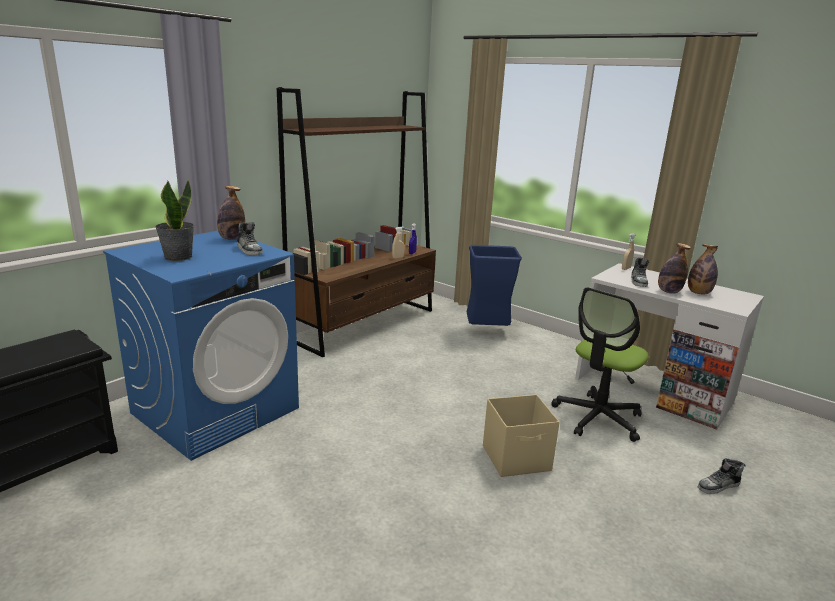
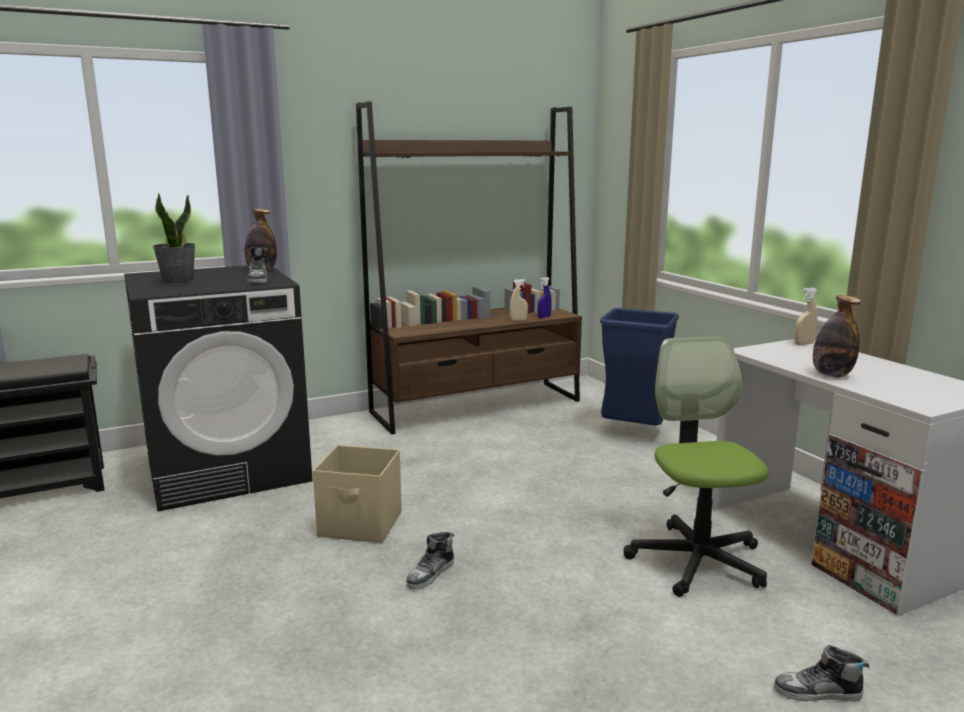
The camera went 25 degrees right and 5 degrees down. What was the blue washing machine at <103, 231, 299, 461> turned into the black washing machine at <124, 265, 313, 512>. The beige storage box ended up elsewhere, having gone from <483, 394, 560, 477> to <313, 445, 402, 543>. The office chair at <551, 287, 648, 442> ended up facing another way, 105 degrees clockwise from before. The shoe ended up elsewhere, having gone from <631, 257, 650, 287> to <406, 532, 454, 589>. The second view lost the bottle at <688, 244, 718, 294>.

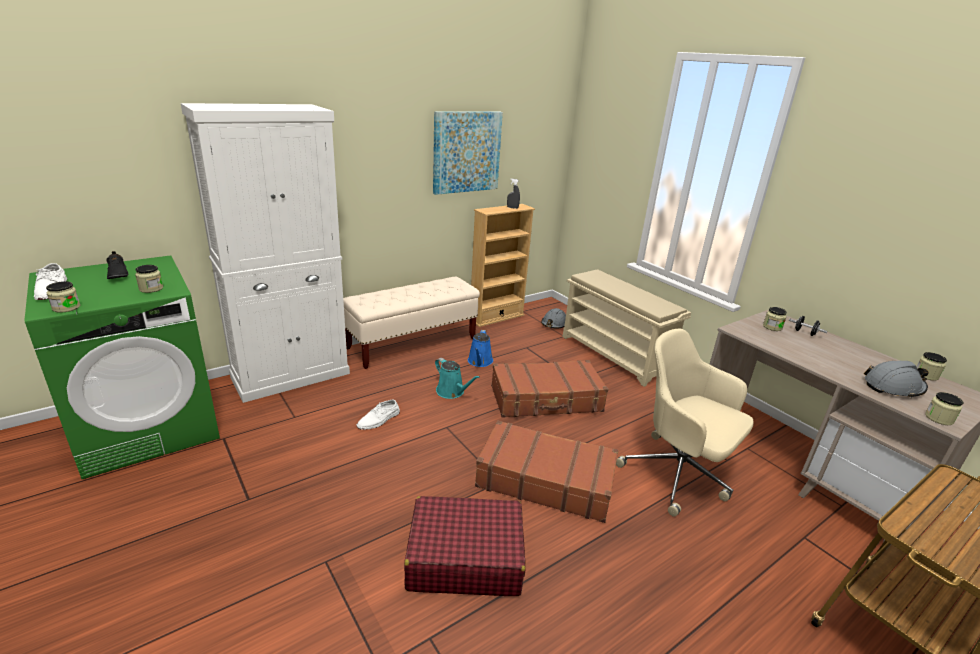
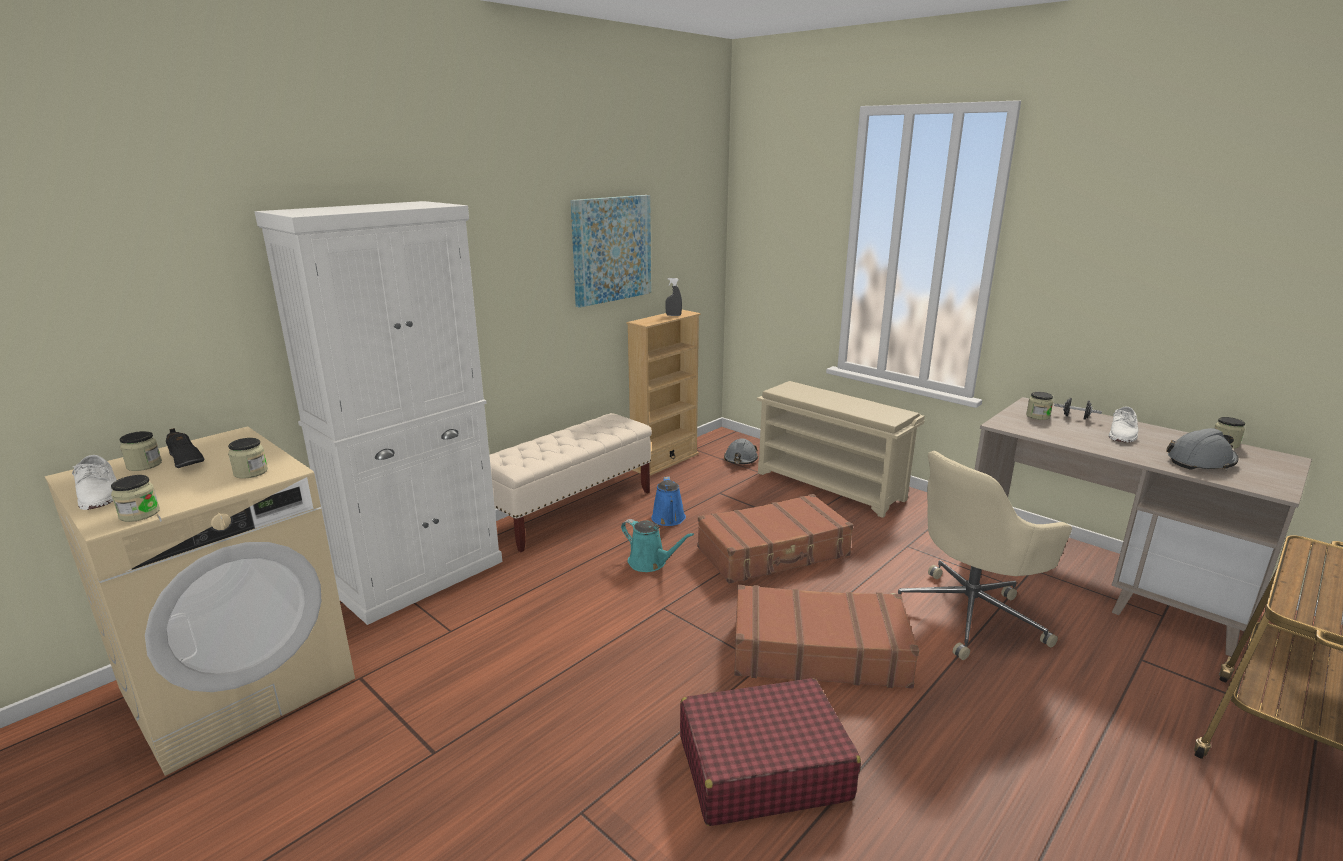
The camera went 10 degrees left and 5 degrees down. What was the green washing machine at <24, 255, 220, 479> turned into the beige washing machine at <45, 426, 355, 776>. The white shoe ended up elsewhere, having gone from <357, 400, 400, 430> to <1109, 407, 1138, 443>. The beige office chair at <616, 329, 753, 517> ended up facing another way, 60 degrees counterclockwise from before. The jar ended up elsewhere, having gone from <925, 392, 964, 425> to <119, 431, 162, 471>.

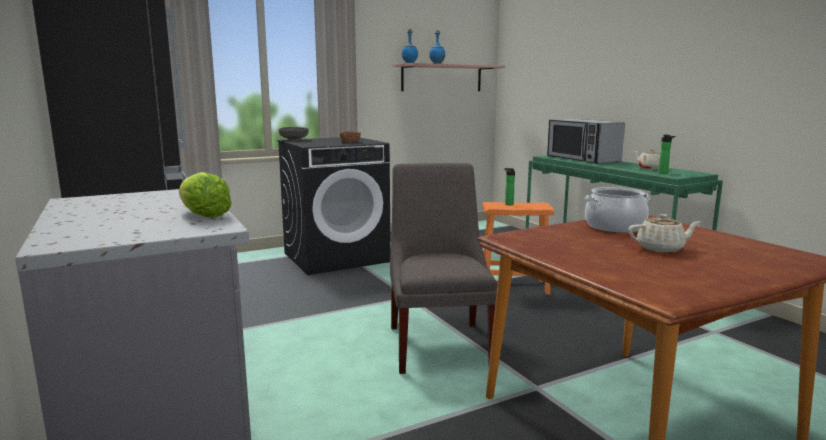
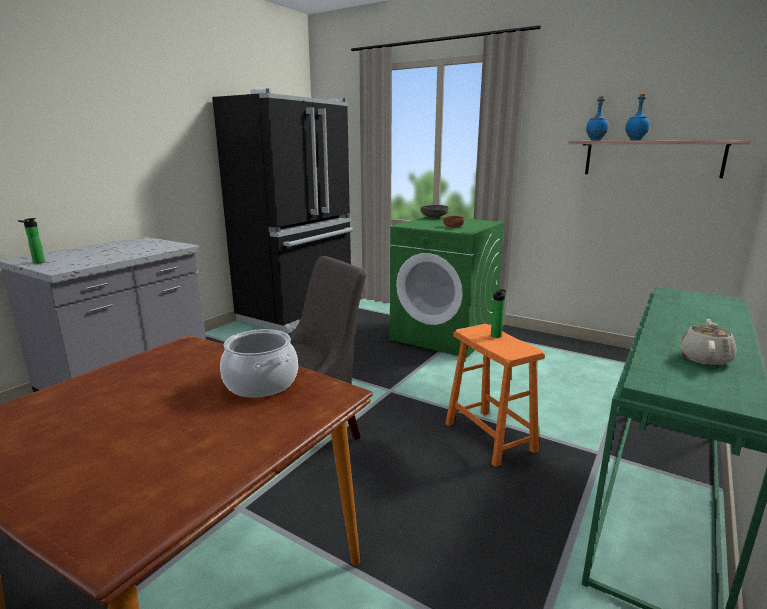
The camera went 60 degrees right and 5 degrees up. The second view lost the lettuce at <179, 172, 232, 218>. What was the black washing machine at <278, 137, 391, 275> turned into the green washing machine at <390, 216, 505, 358>. The second view lost the microwave at <547, 119, 625, 164>. The second view lost the beige teapot at <628, 214, 702, 253>. The bottle ended up elsewhere, having gone from <658, 134, 675, 174> to <18, 218, 45, 264>.

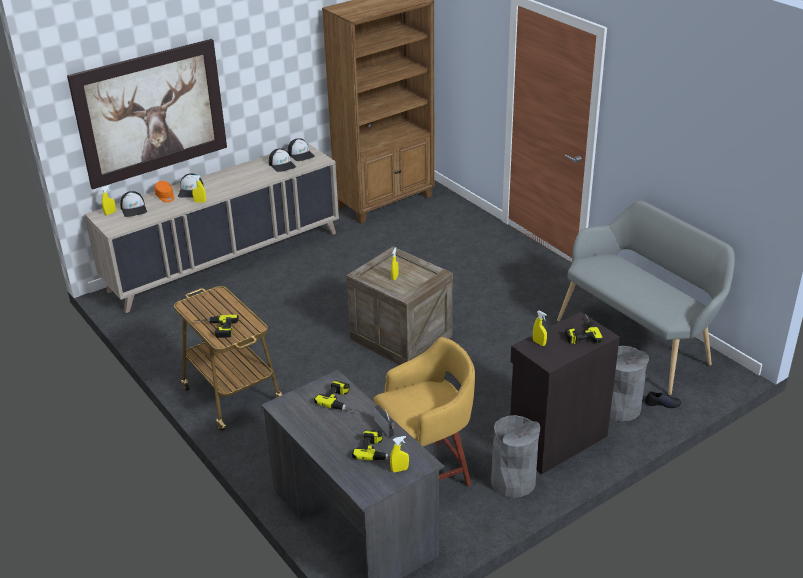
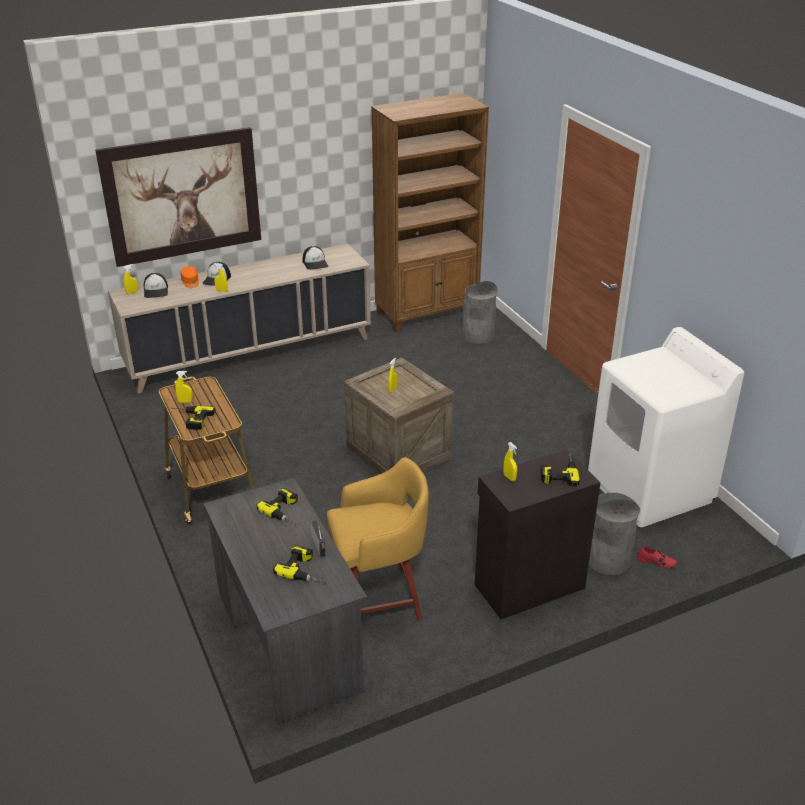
The camera went 10 degrees right and 0 degrees up. The second view lost the cap at <288, 138, 315, 161>. The yellow spray bottle ended up elsewhere, having gone from <390, 436, 409, 472> to <175, 371, 193, 403>. The grey trash can ended up elsewhere, having gone from <491, 415, 540, 498> to <462, 281, 498, 344>. Where the grey bench stood at <557, 201, 735, 395>, the white washing machine came to stand at <588, 327, 744, 527>. What was the black shoe at <645, 391, 681, 408> turned into the red shoe at <637, 546, 677, 568>.

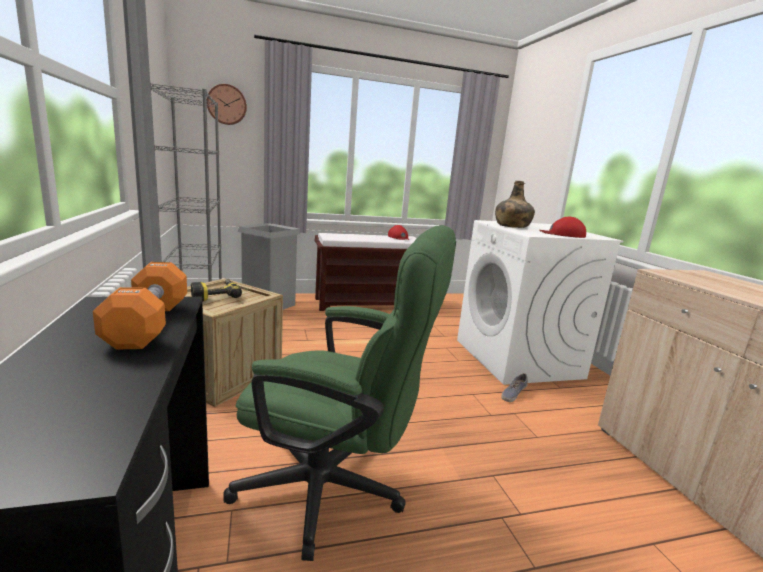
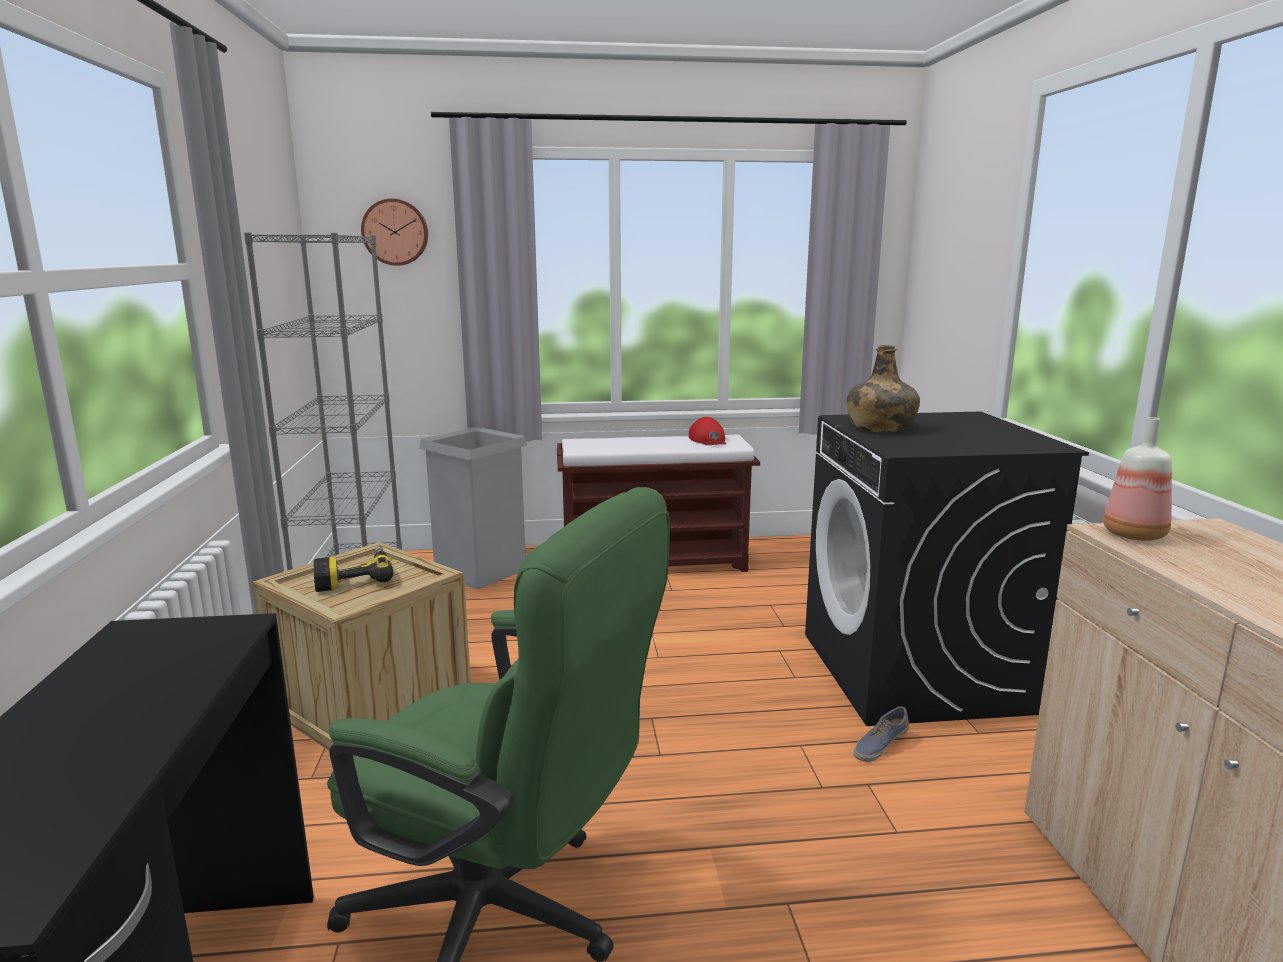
The camera went 10 degrees right and 0 degrees up. The second view lost the orange dumbbell at <93, 262, 187, 349>. What was the white washing machine at <457, 220, 623, 385> turned into the black washing machine at <805, 412, 1089, 726>. The second view lost the red cap at <539, 217, 586, 238>. The second view gained the bottle at <1103, 417, 1172, 541>.

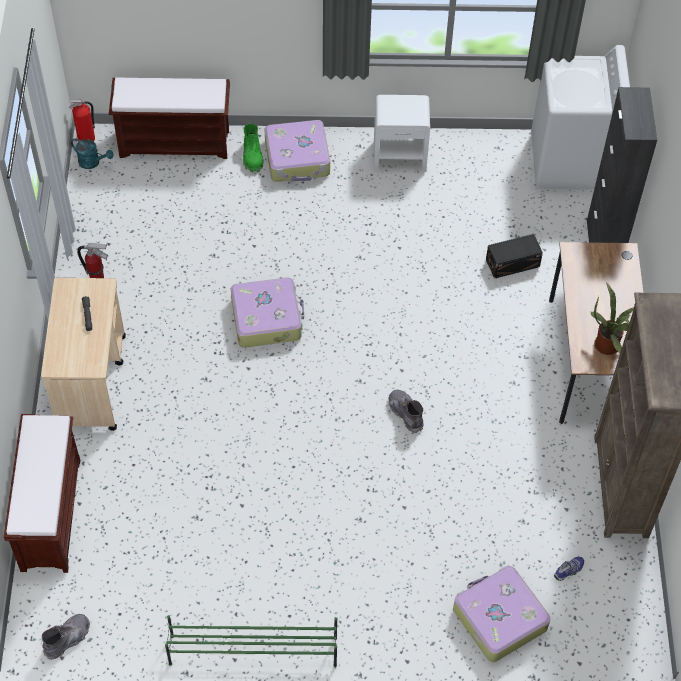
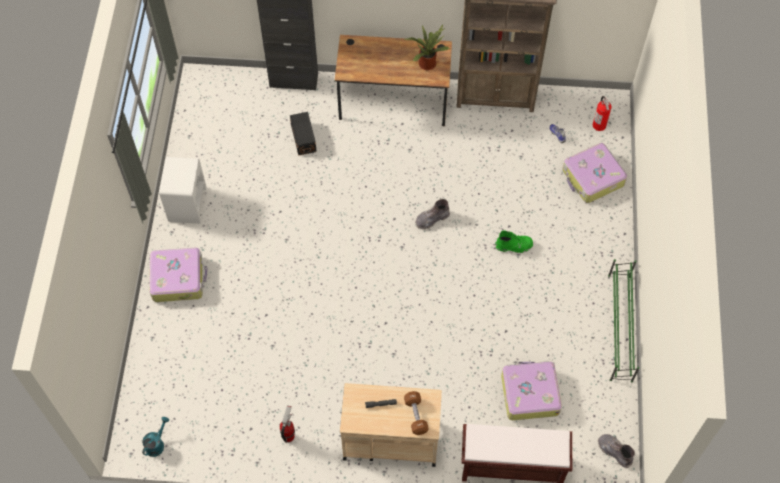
The camera went 85 degrees left and 5 degrees up. The fire extinguisher ended up elsewhere, having gone from <69, 99, 95, 142> to <593, 96, 612, 131>. The second view lost the brown bench at <109, 78, 230, 159>. The suitcase ended up elsewhere, having gone from <231, 277, 304, 348> to <501, 361, 562, 420>. The green boot ended up elsewhere, having gone from <243, 123, 264, 172> to <495, 231, 533, 253>. The second view lost the white washing machine at <531, 45, 630, 189>. The second view gained the brown dumbbell at <404, 391, 428, 435>.

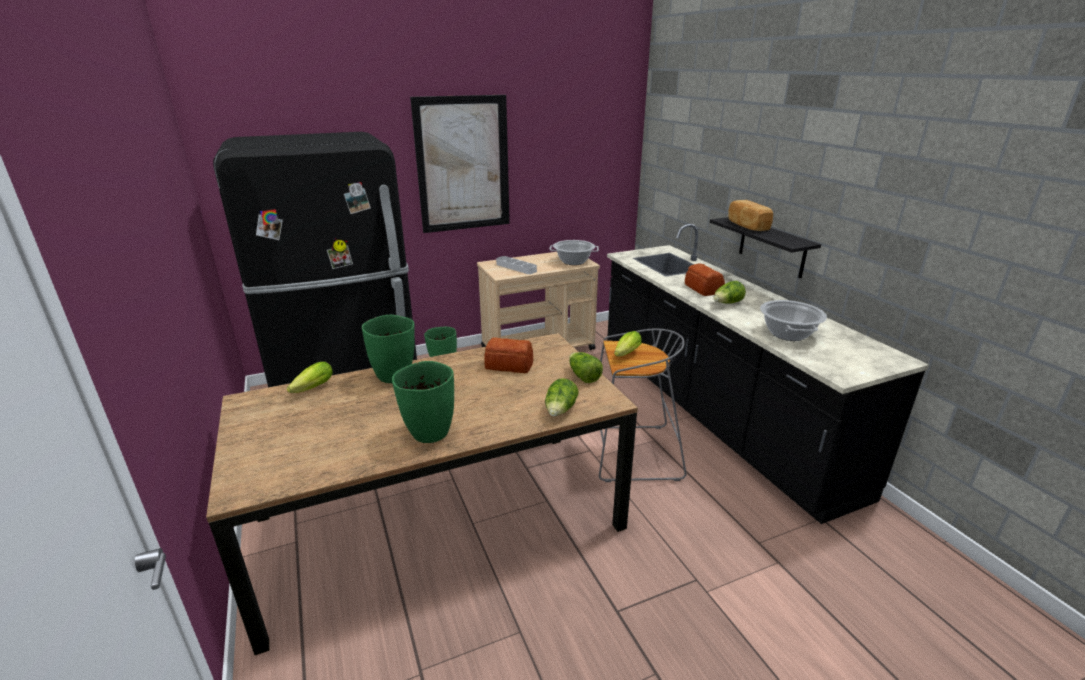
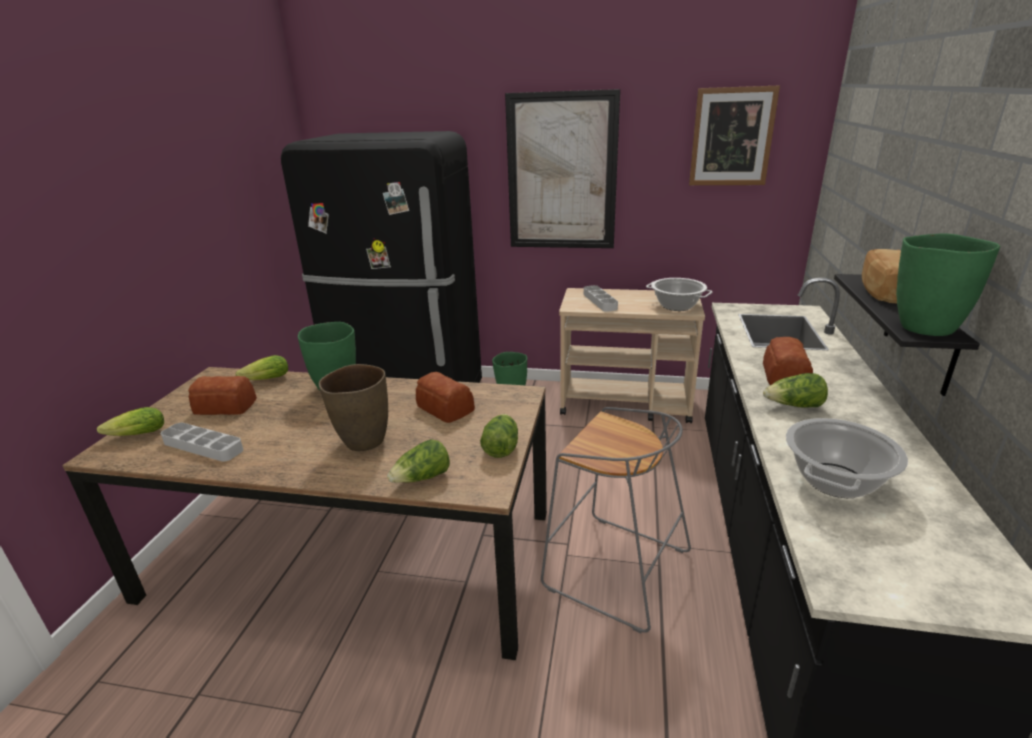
The camera went 35 degrees right and 0 degrees up. The green vase ended up elsewhere, having gone from <392, 361, 454, 443> to <896, 234, 1000, 336>. The lettuce ended up elsewhere, having gone from <614, 331, 642, 357> to <97, 407, 164, 436>. The second view gained the grey tray at <161, 423, 243, 462>. The second view gained the bread at <188, 376, 257, 415>. The second view gained the brown vase at <319, 364, 388, 451>. The second view gained the picture at <689, 86, 780, 185>.

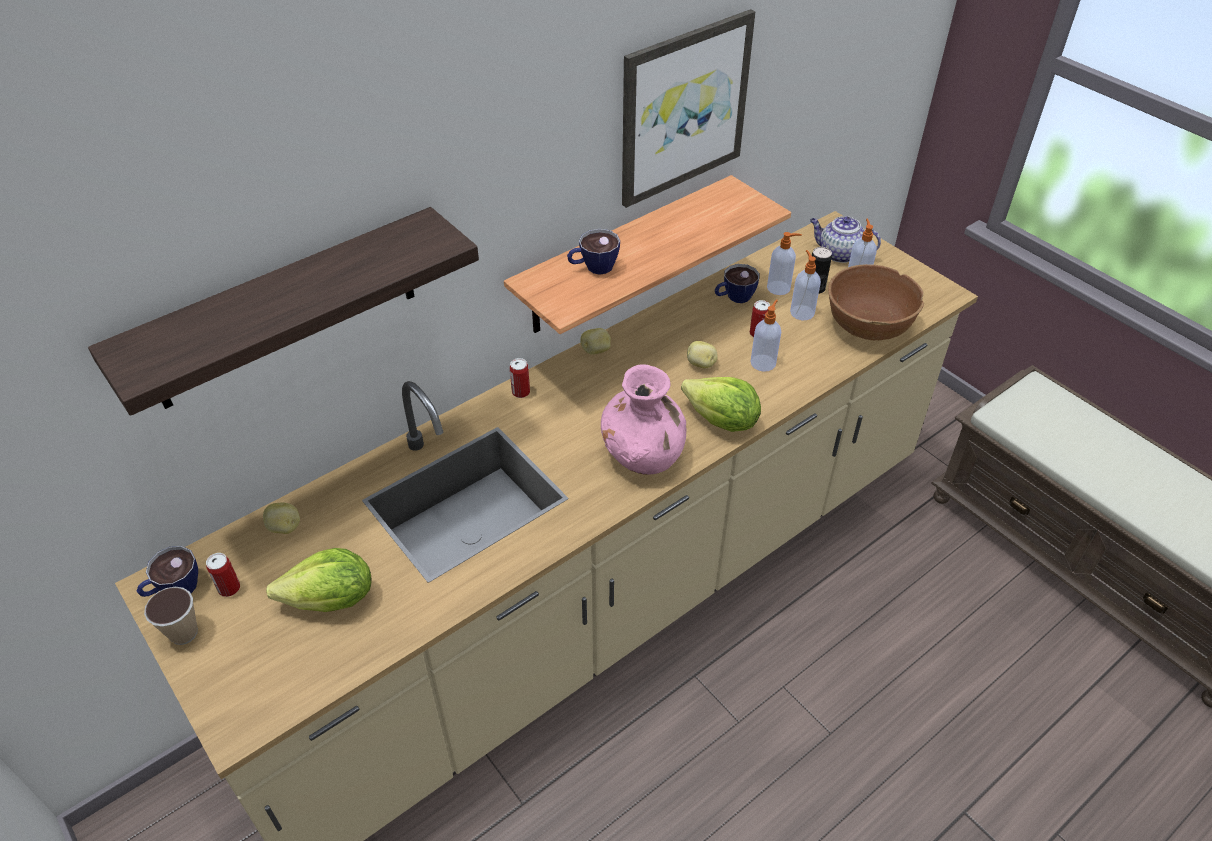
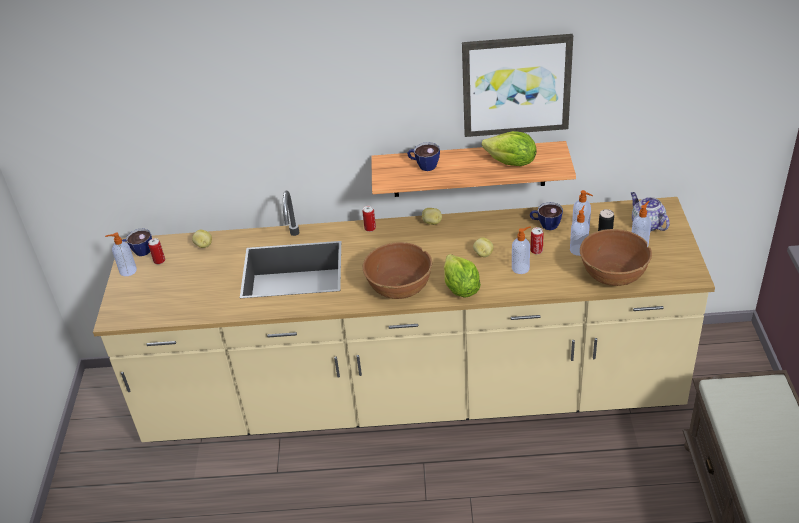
The camera went 40 degrees right and 5 degrees down. The second view lost the shelf at <88, 207, 479, 416>. Where the cup stood at <144, 587, 198, 645>, the soap dispenser came to stand at <105, 233, 137, 276>. The lettuce ended up elsewhere, having gone from <266, 548, 371, 612> to <482, 131, 536, 166>. Where the pink vase stood at <601, 364, 686, 475>, the brown bowl came to stand at <363, 242, 432, 299>.

